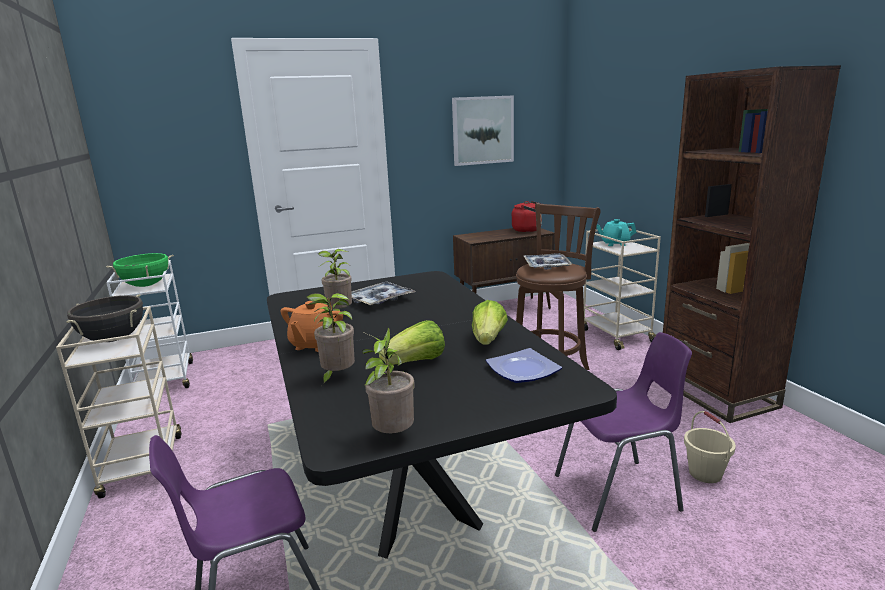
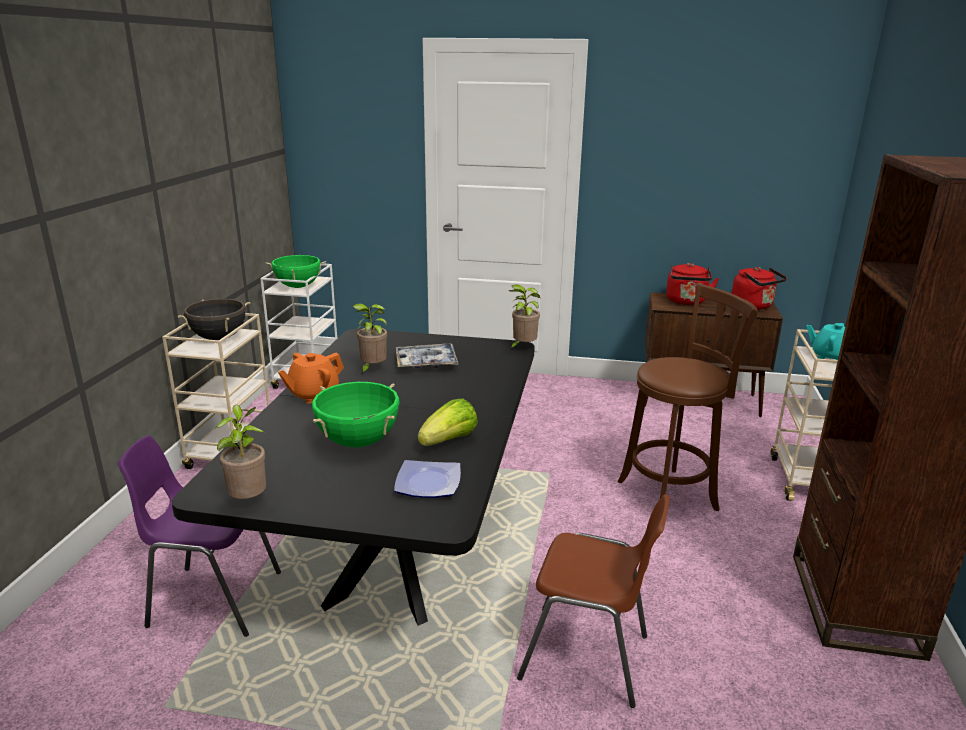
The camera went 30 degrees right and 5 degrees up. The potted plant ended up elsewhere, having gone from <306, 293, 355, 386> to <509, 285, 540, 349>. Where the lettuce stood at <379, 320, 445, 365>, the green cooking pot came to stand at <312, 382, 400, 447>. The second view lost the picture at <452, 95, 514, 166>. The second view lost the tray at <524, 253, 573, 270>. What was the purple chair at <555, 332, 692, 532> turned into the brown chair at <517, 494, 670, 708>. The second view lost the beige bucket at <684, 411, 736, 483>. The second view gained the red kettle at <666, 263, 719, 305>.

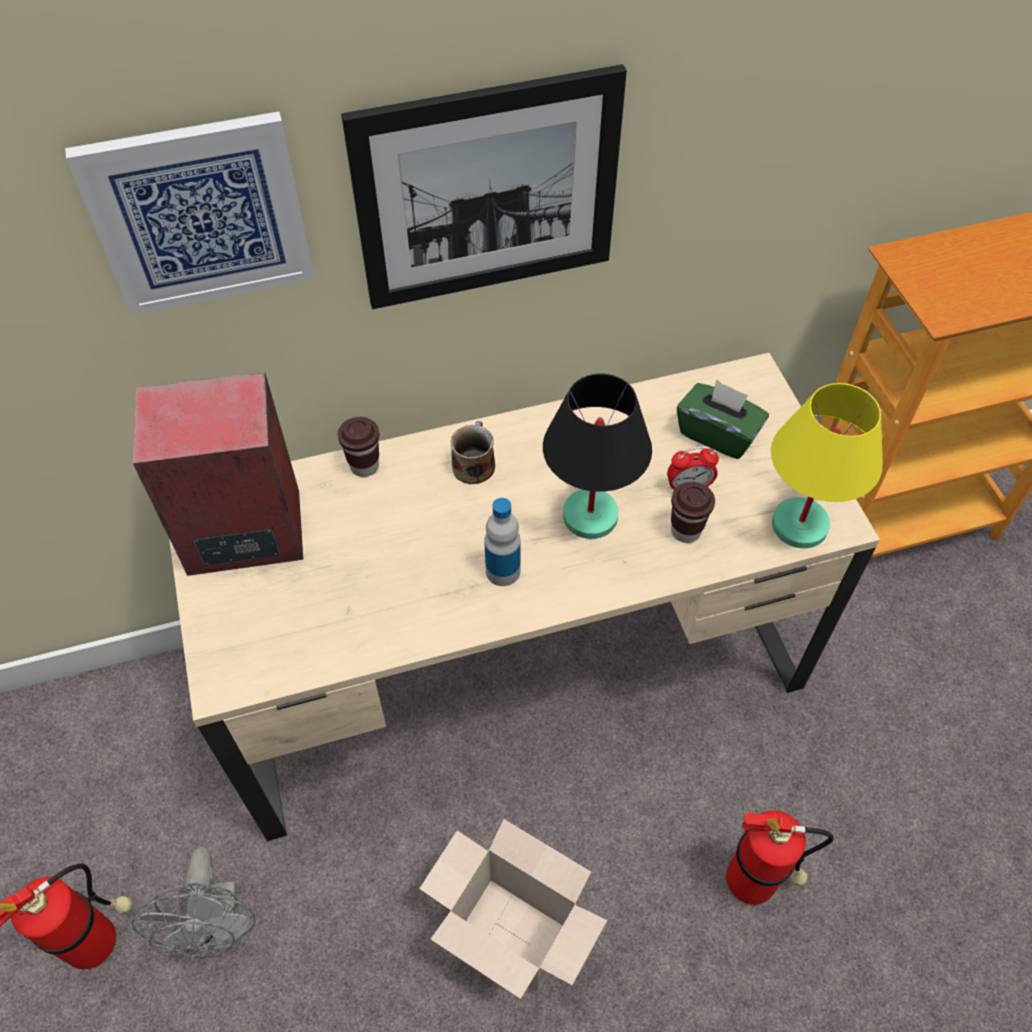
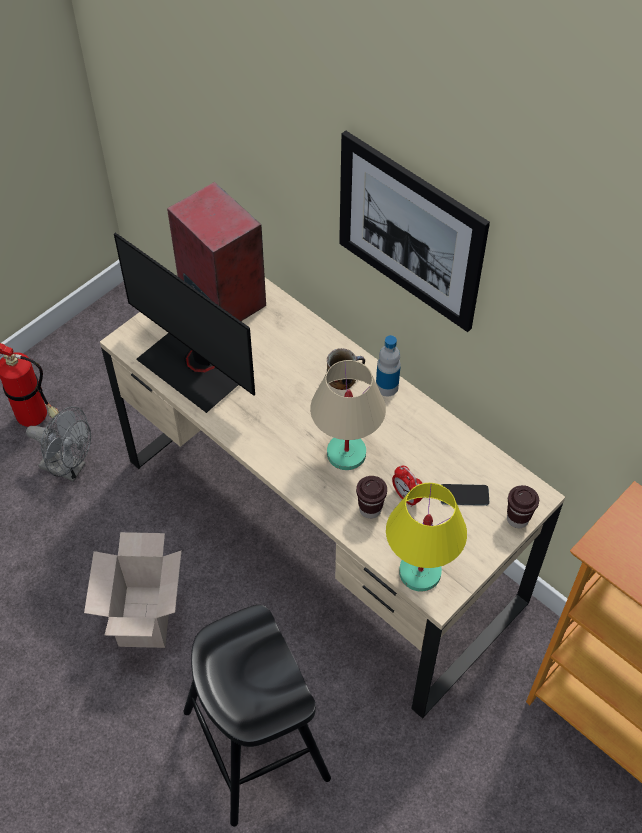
The camera went 60 degrees right and 0 degrees up. The second view lost the picture at <65, 111, 315, 316>. The grey fan at <132, 847, 256, 959> ended up facing another way, 120 degrees counterclockwise from before. The brown cup ended up elsewhere, having gone from <338, 417, 379, 477> to <507, 485, 539, 528>. The bottle ended up elsewhere, having gone from <484, 498, 521, 586> to <376, 335, 401, 396>. What was the black table lamp at <543, 373, 652, 539> turned into the beige table lamp at <310, 360, 386, 470>. Where the green tissue box stood at <677, 379, 769, 459>, the phone came to stand at <441, 484, 489, 506>. Where the fire extinguisher stood at <726, 811, 834, 905>, the black stool came to stand at <183, 605, 331, 827>. The second view gained the monitor at <114, 233, 255, 413>.

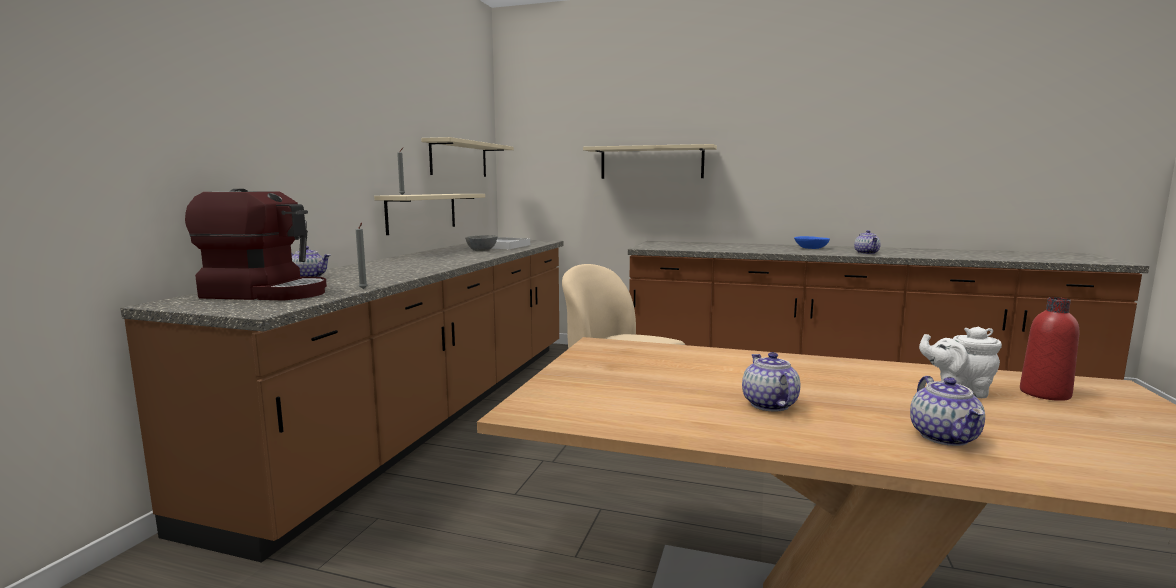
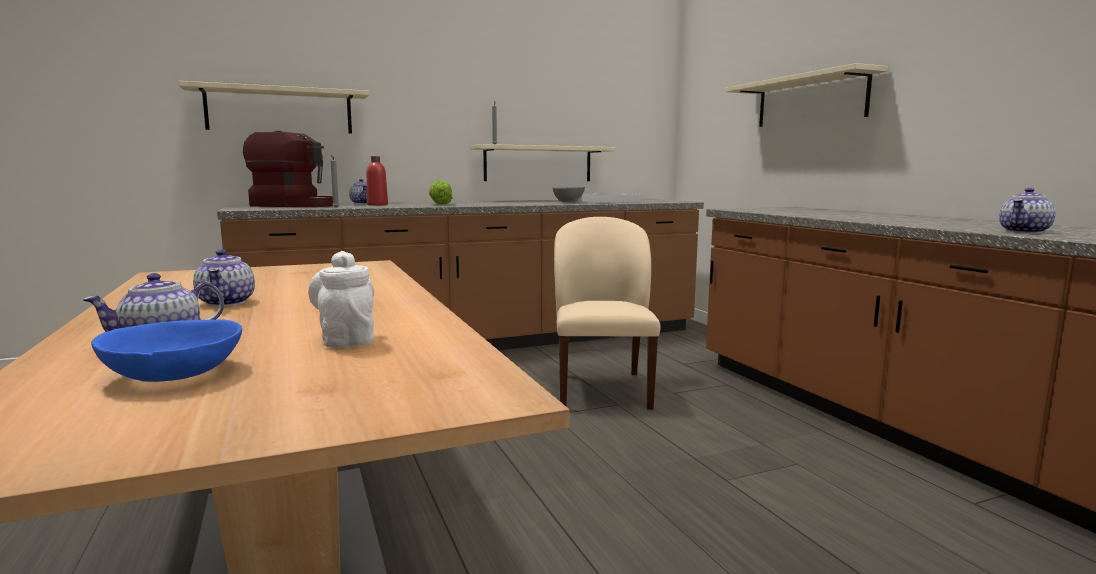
The camera went 50 degrees right and 0 degrees up. The coffee machine at <185, 189, 327, 301> ended up facing another way, 45 degrees counterclockwise from before. The beige shelf ended up elsewhere, having gone from <421, 137, 514, 177> to <178, 81, 369, 134>. The teapot at <742, 352, 800, 411> ended up facing another way, 120 degrees clockwise from before. The blue bowl ended up elsewhere, having gone from <794, 236, 830, 249> to <91, 319, 242, 382>. The red bottle ended up elsewhere, having gone from <1020, 297, 1079, 401> to <366, 156, 388, 206>. The second view gained the lettuce at <429, 180, 453, 205>.

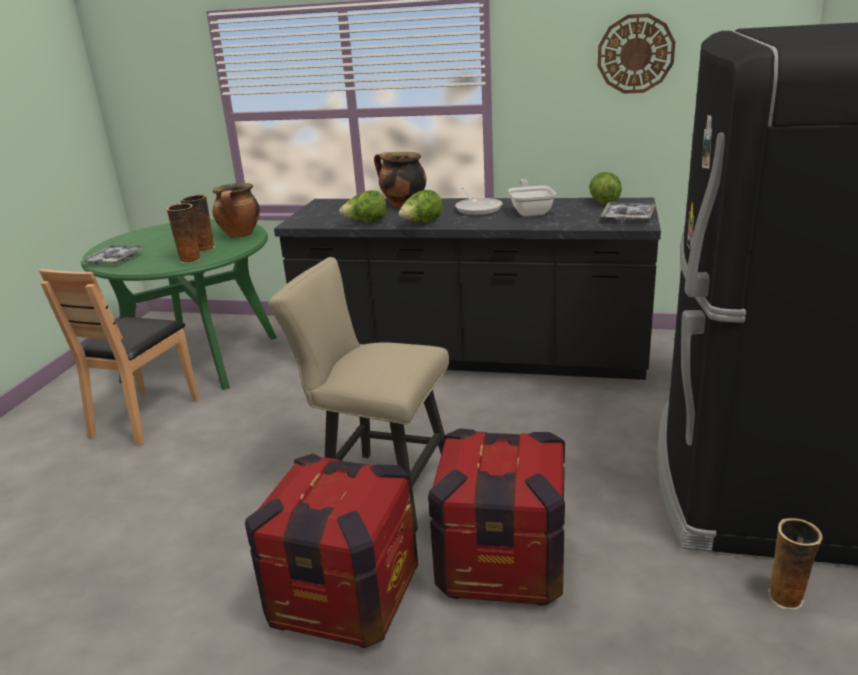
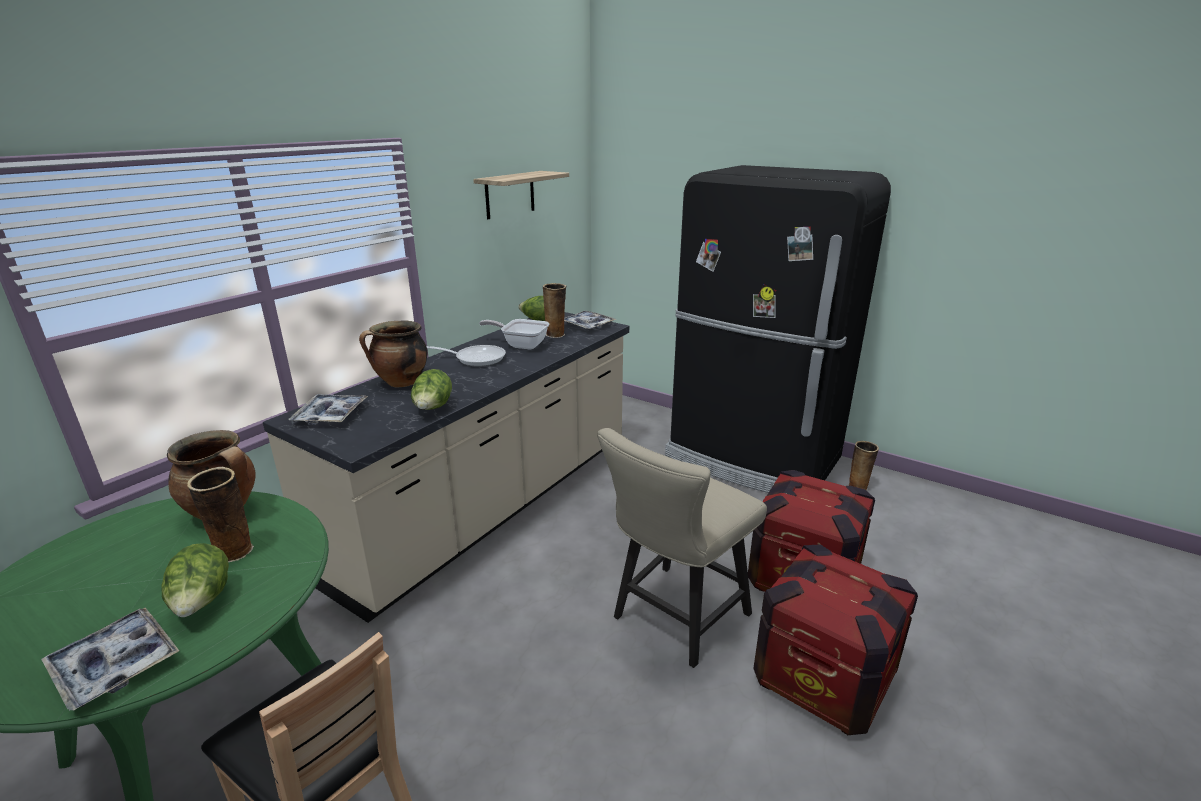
The camera went 70 degrees left and 0 degrees up. The vase ended up elsewhere, having gone from <166, 203, 201, 263> to <543, 283, 566, 338>. What was the black counter at <274, 198, 661, 380> turned into the beige counter at <263, 312, 629, 623>. The lettuce ended up elsewhere, having gone from <399, 190, 443, 223> to <162, 543, 229, 617>. Where the wall clock hung at <598, 13, 675, 94>, the shelf came to hang at <473, 171, 569, 219>. The second view gained the tray at <288, 394, 368, 425>.

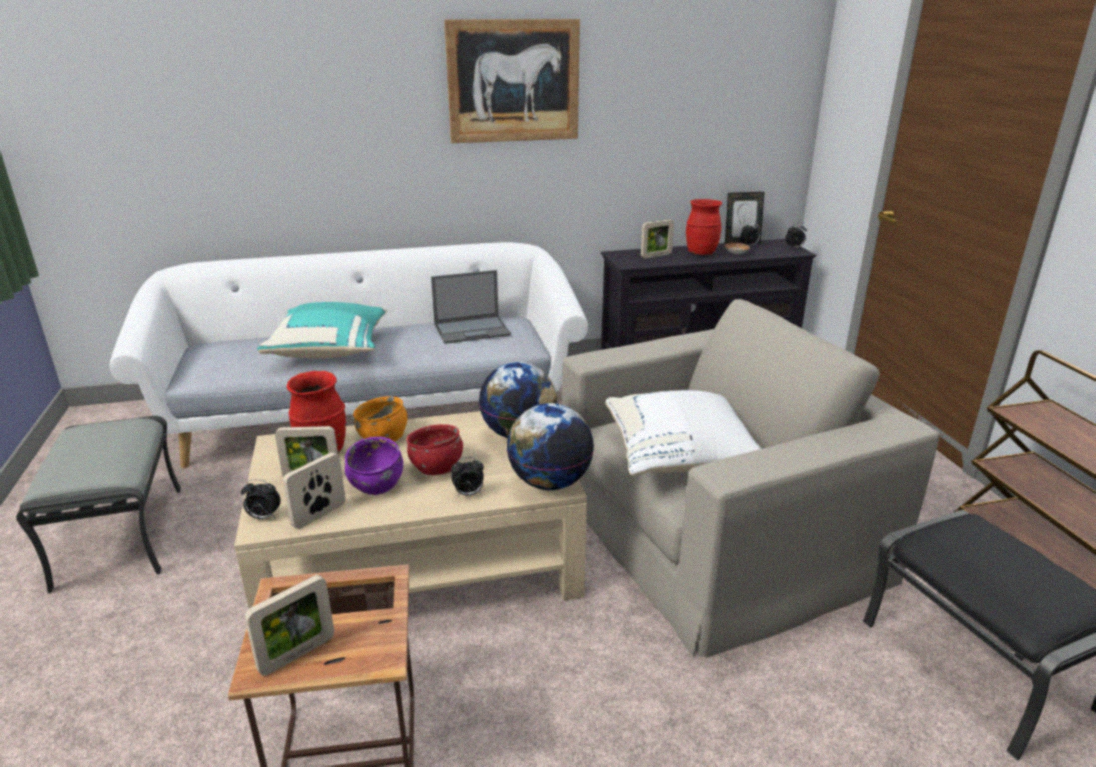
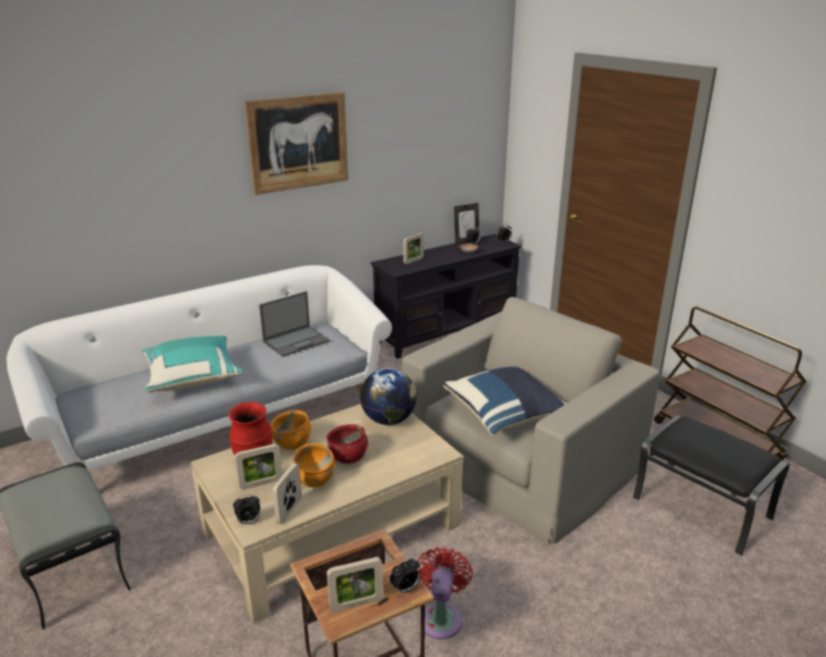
The camera went 20 degrees left and 0 degrees up. The picture frame at <244, 575, 334, 676> ended up facing another way, 45 degrees clockwise from before. What was the purple bowl at <345, 437, 403, 495> turned into the orange bowl at <292, 443, 335, 487>. The alarm clock ended up elsewhere, having gone from <451, 457, 484, 496> to <390, 558, 420, 594>. The second view lost the globe at <507, 403, 594, 490>. What was the white pillow at <605, 390, 761, 476> turned into the blue pillow at <443, 366, 567, 435>. The second view lost the red vase at <686, 199, 722, 256>. The second view gained the red fan at <417, 547, 473, 640>.

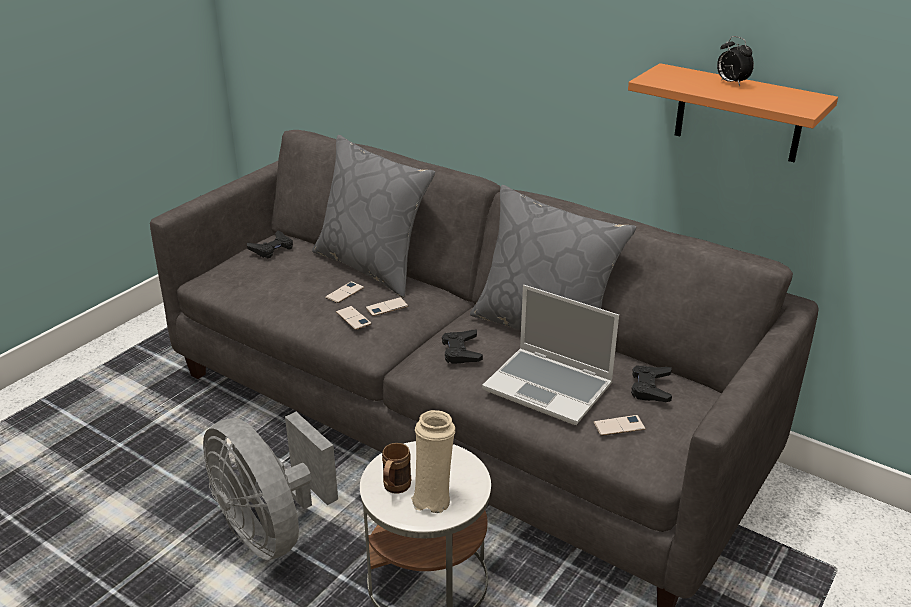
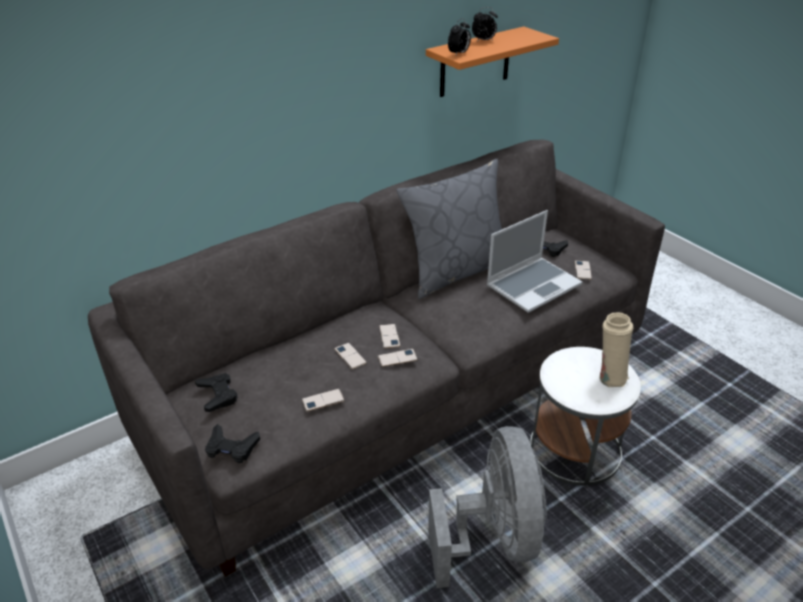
The camera went 70 degrees left and 5 degrees up. The grey fan at <203, 412, 338, 560> ended up facing another way, 75 degrees counterclockwise from before. The second view lost the grey pillow at <312, 135, 435, 297>. The second view lost the brown mug at <382, 443, 411, 494>. The black game controller ended up elsewhere, having gone from <442, 330, 483, 364> to <205, 424, 260, 463>. The second view gained the phone at <302, 389, 345, 412>. The second view gained the alarm clock at <448, 18, 471, 57>.

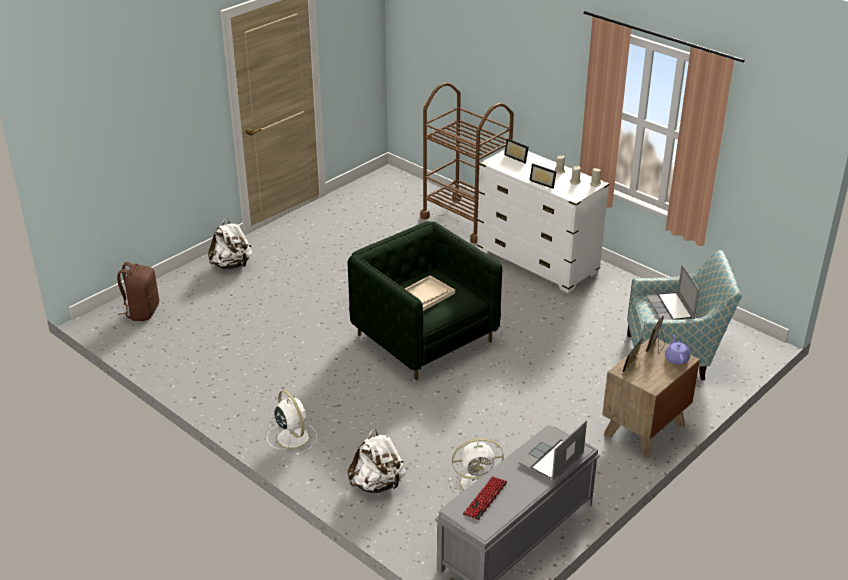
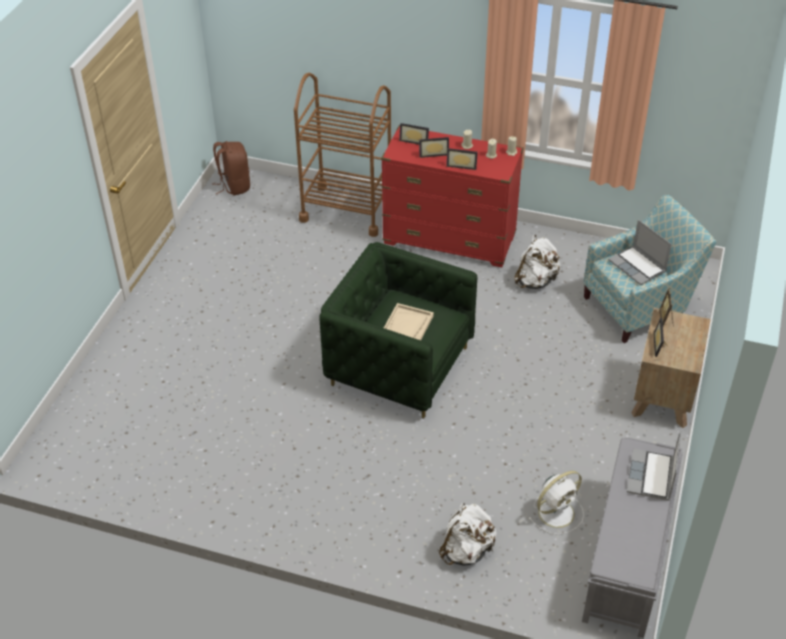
The camera went 25 degrees left and 10 degrees up. The brown backpack ended up elsewhere, having gone from <117, 262, 159, 321> to <212, 141, 250, 196>. The white backpack ended up elsewhere, having gone from <208, 218, 253, 269> to <514, 235, 561, 289>. The second view lost the white fan at <267, 390, 317, 455>. The second view lost the keyboard at <463, 476, 507, 520>. What was the white dresser at <477, 150, 609, 293> turned into the red dresser at <381, 125, 524, 267>. The second view lost the purple teapot at <665, 334, 690, 365>. The second view gained the picture frame at <419, 137, 449, 158>.

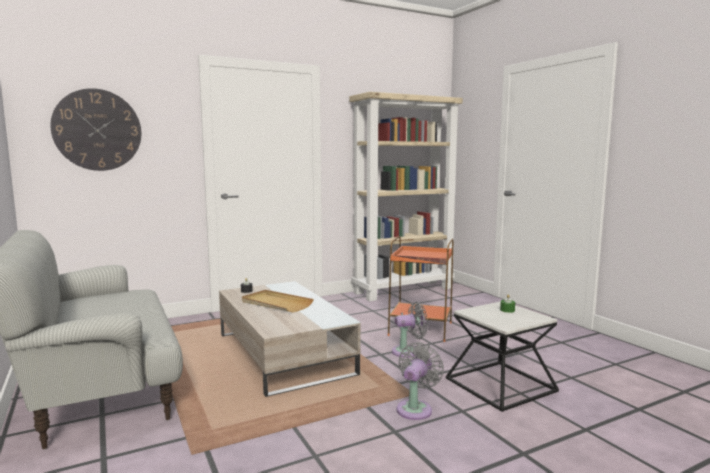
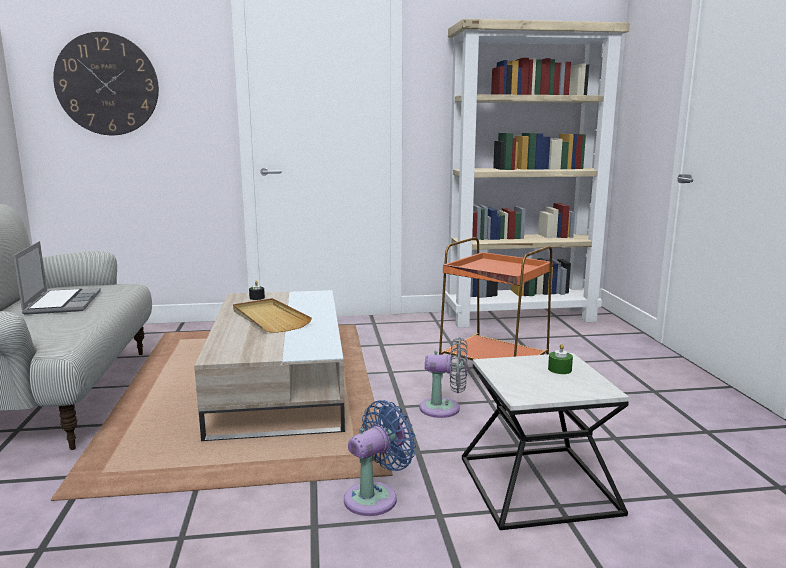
The camera went 20 degrees right and 5 degrees up. What was the grey fan at <397, 342, 444, 420> turned into the blue fan at <344, 400, 416, 516>. The second view gained the laptop at <13, 241, 101, 315>.

